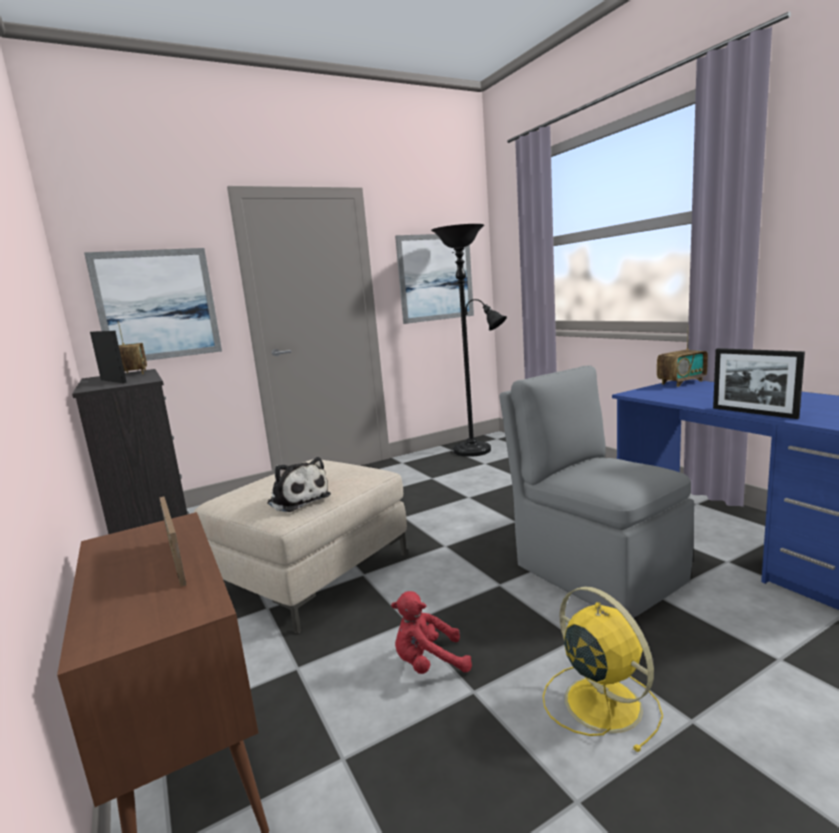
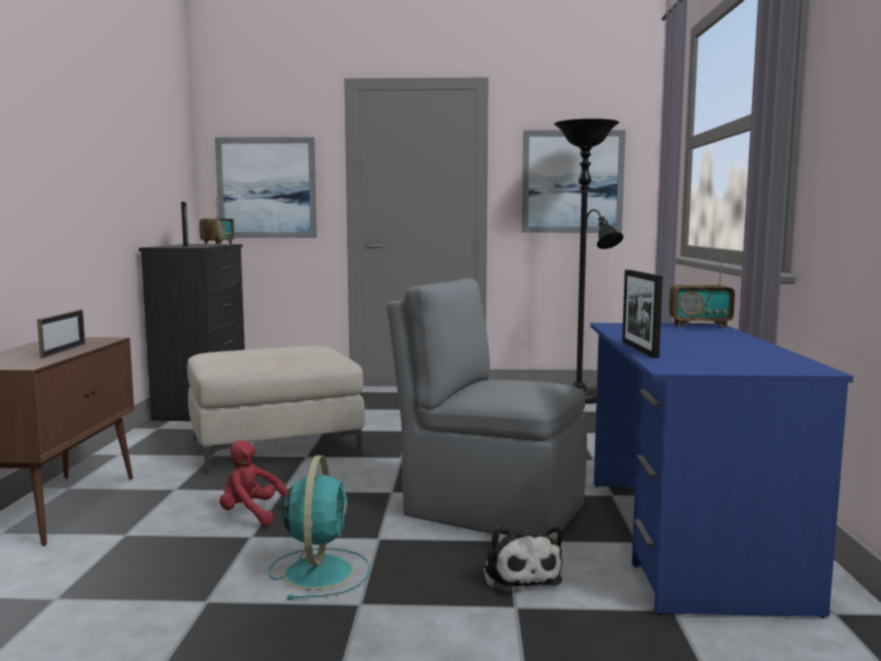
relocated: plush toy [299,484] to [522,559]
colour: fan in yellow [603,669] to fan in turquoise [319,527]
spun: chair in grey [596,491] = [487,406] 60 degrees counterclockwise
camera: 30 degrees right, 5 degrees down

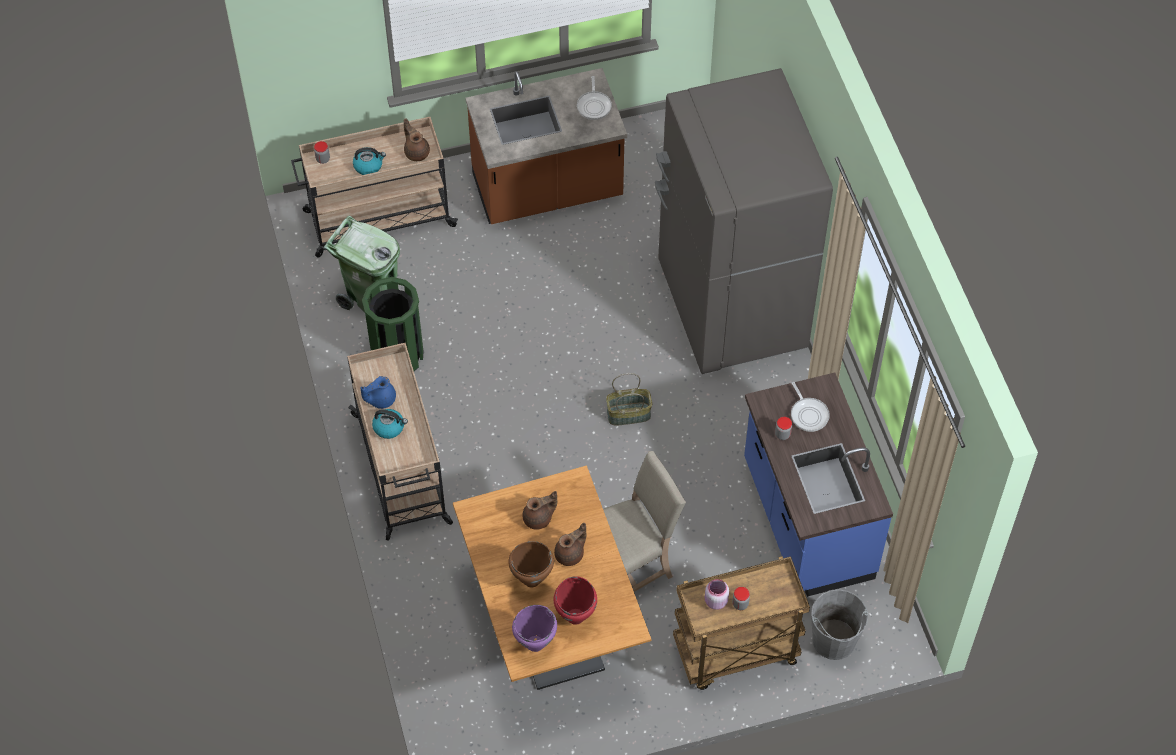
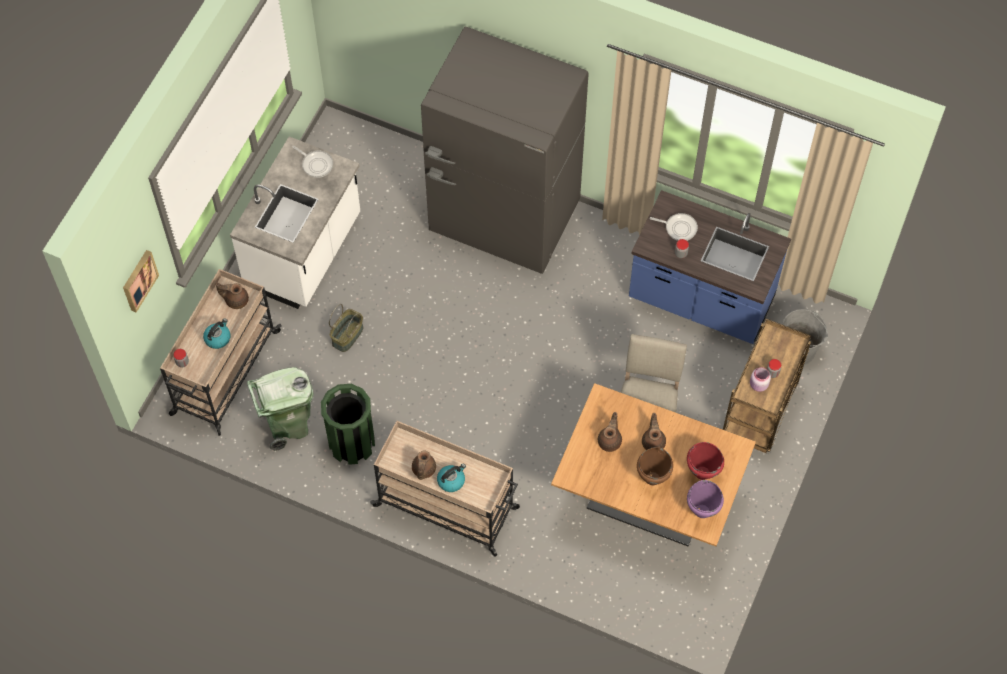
appeared: picture [141,281]
relocated: basket [629,399] to [346,328]
colour: teapot in blue [378,392] to teapot in brown [424,465]; counter in brown [546,146] to counter in white [295,223]
camera: 50 degrees left, 5 degrees up

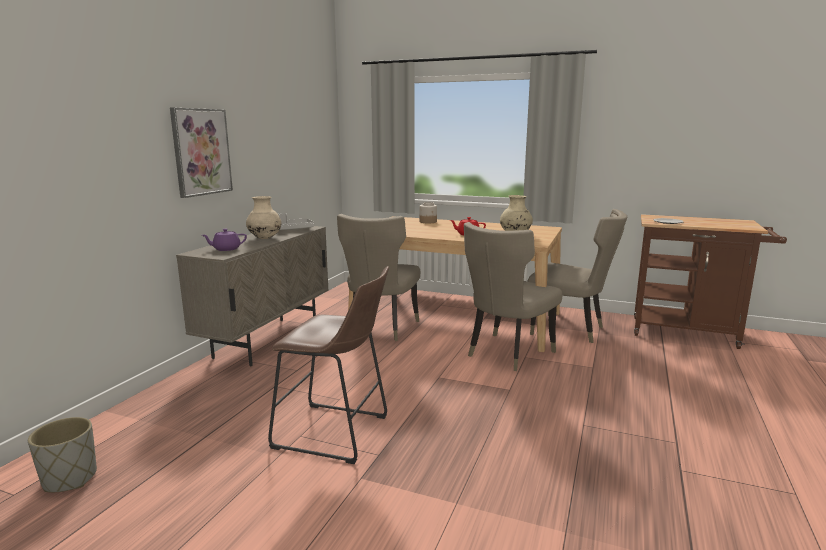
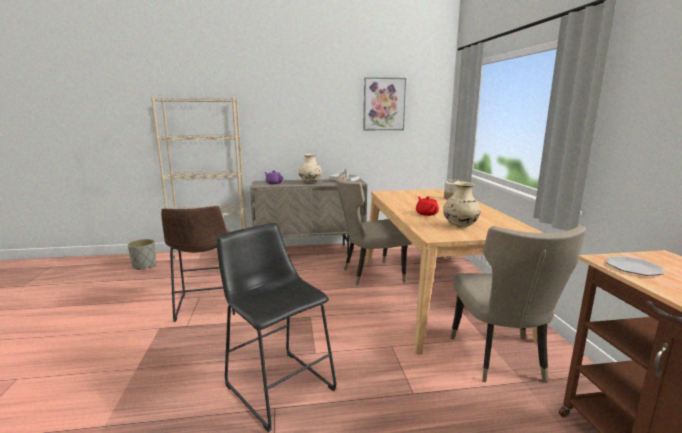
missing: chair in beige [513,296]
appeared: bookcase in beige [198,180]; stool in black [276,327]
relocated: picture [201,153] to [384,103]
camera: 60 degrees right, 0 degrees up

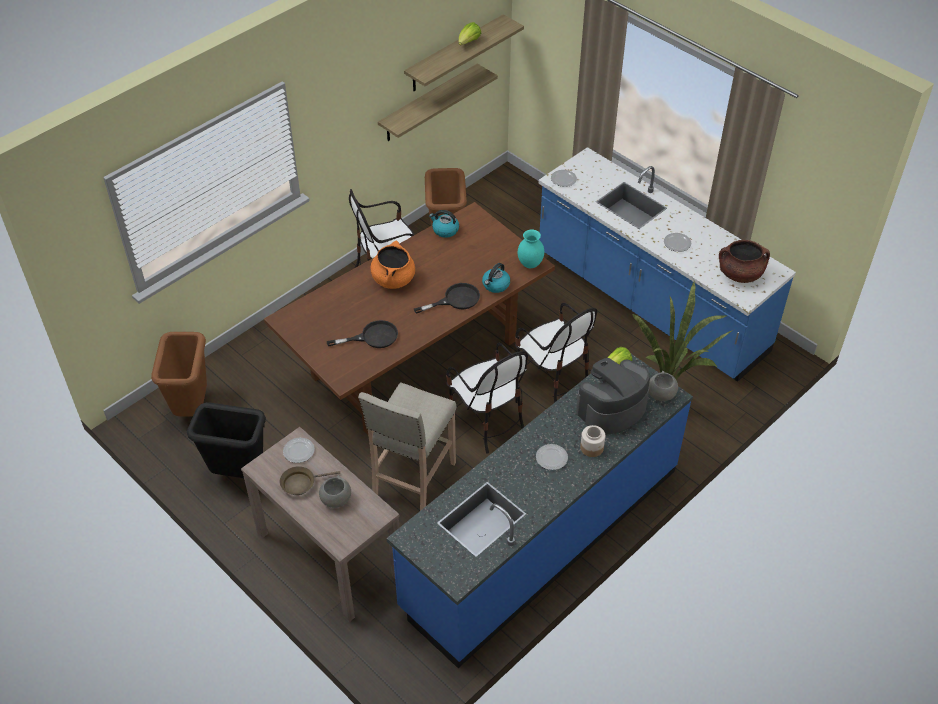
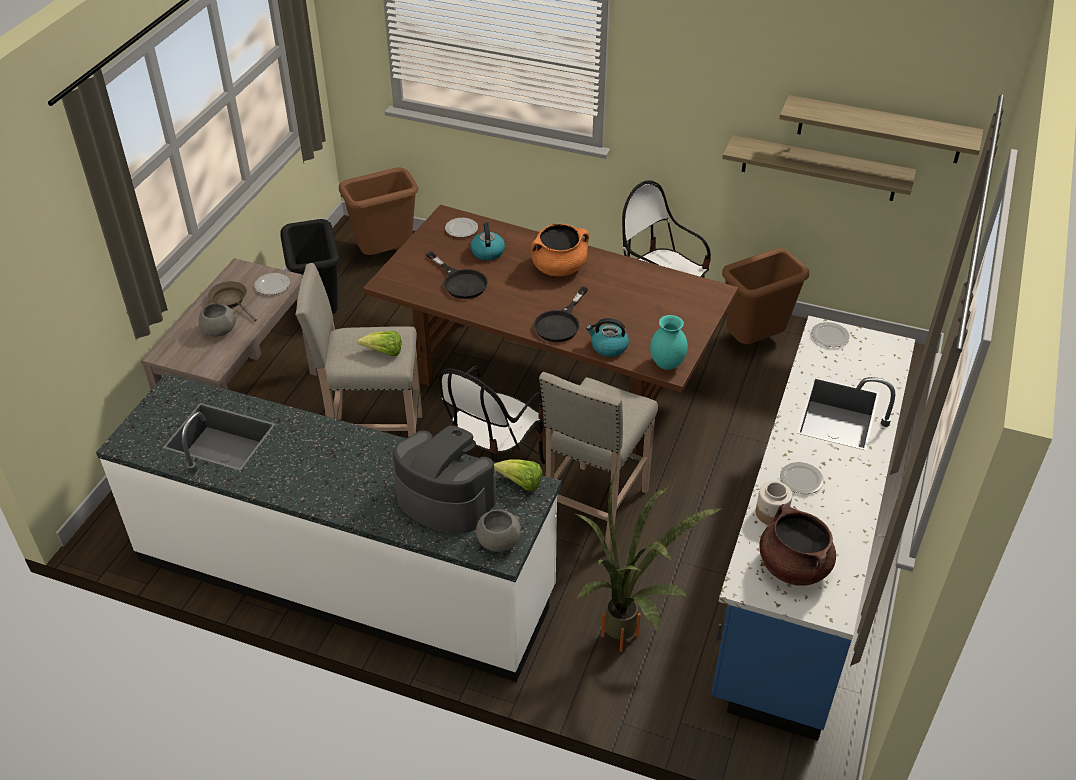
relocated: kettle [444,224] to [487,241]; lettuce [469,33] to [379,343]; plate [552,457] to [461,227]; jar [592,441] to [774,503]
exchanged: chair [556,353] to stool in beige [598,461]
colour: counter in blue [539,511] to counter in white [328,527]
spun: frying pan in black [447,298] = [561,314] 75 degrees clockwise
camera: 65 degrees right, 5 degrees down

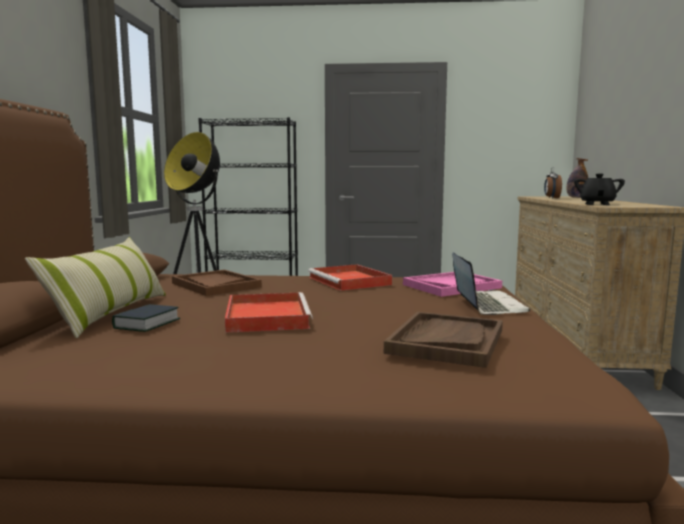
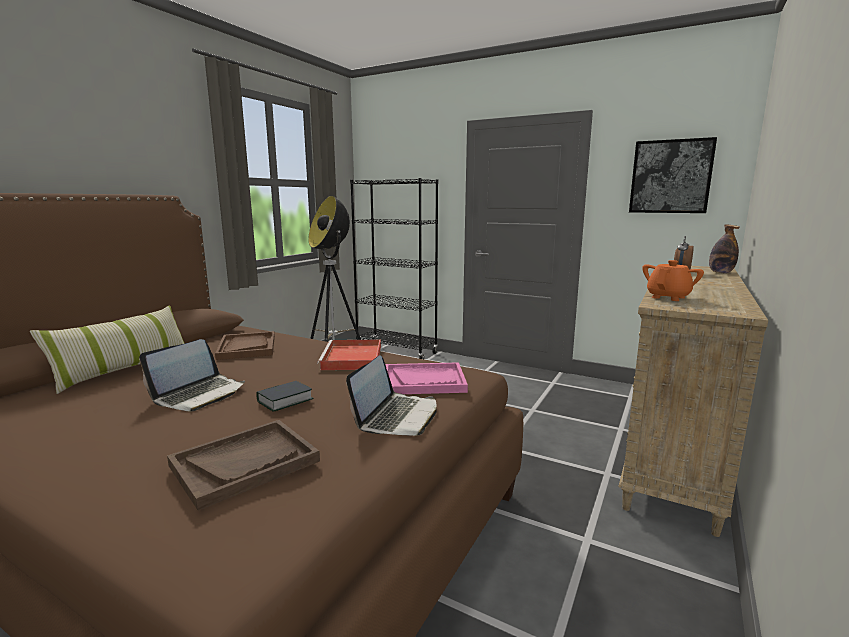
appeared: picture [673,175]
relocated: book [146,318] to [285,396]
exchanged: tray in red [269,312] to laptop [192,375]
colour: teapot in black [599,189] to teapot in orange [673,280]
camera: 25 degrees right, 5 degrees up

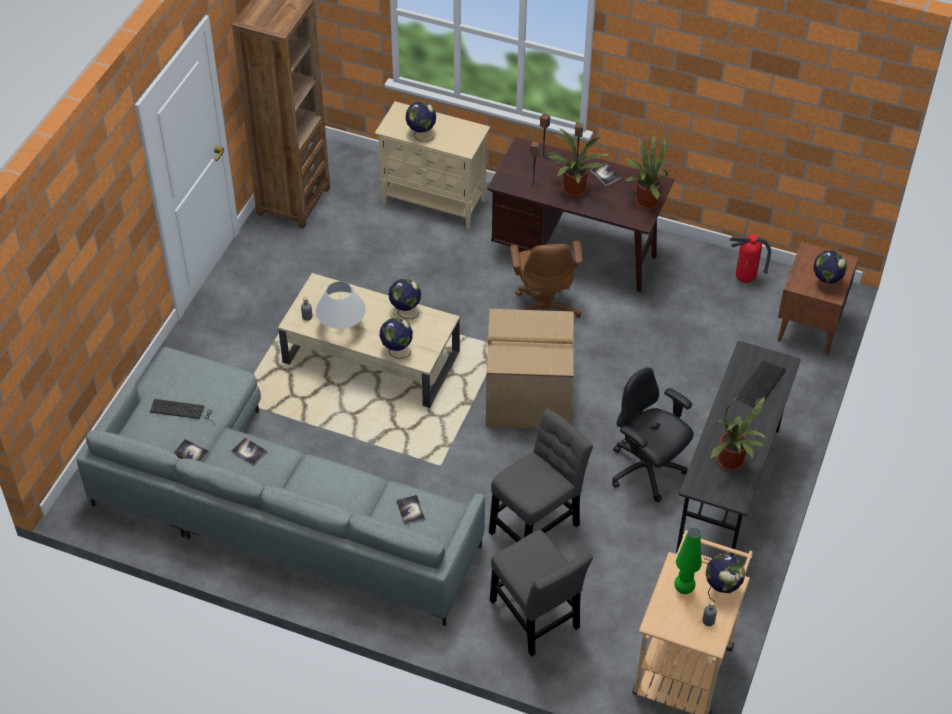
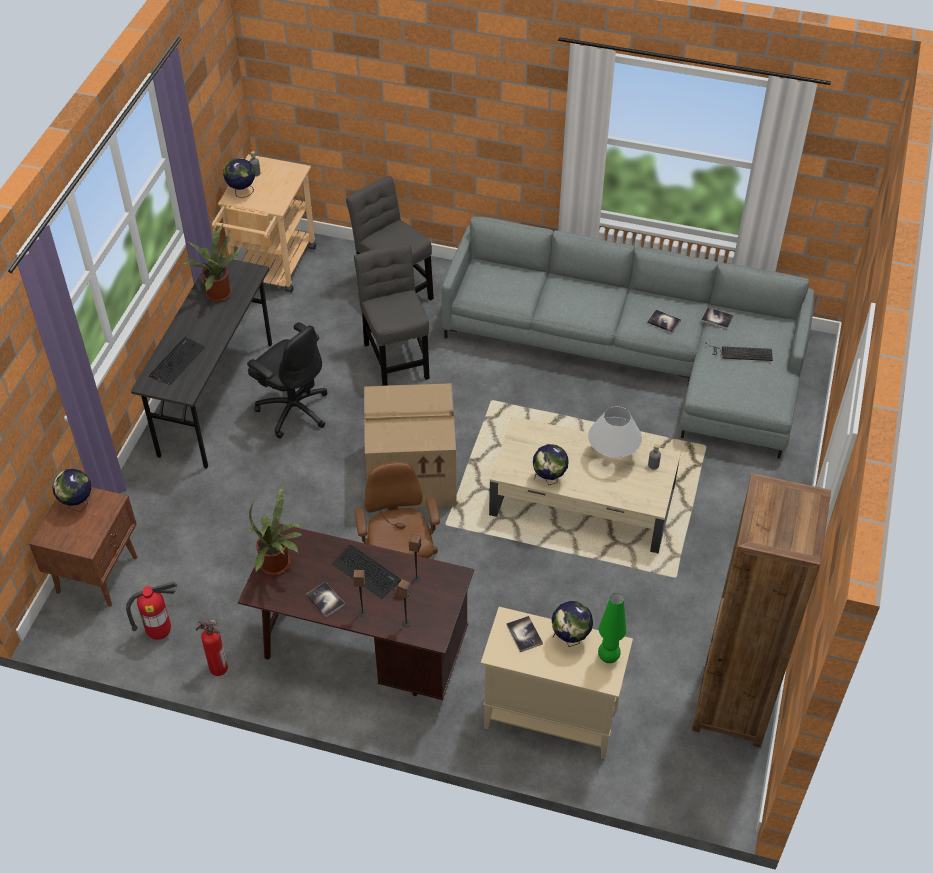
missing: globe [396,338]
appeared: fire extinguisher [212,647]
relocated: book [411,510] to [525,634]; table lamp in green [688,561] to [612,628]
exchanged: potted plant [578,162] to keyboard [366,572]
spun: chair in grey [541,475] = [392,314] 120 degrees clockwise
camera: 175 degrees right, 0 degrees up

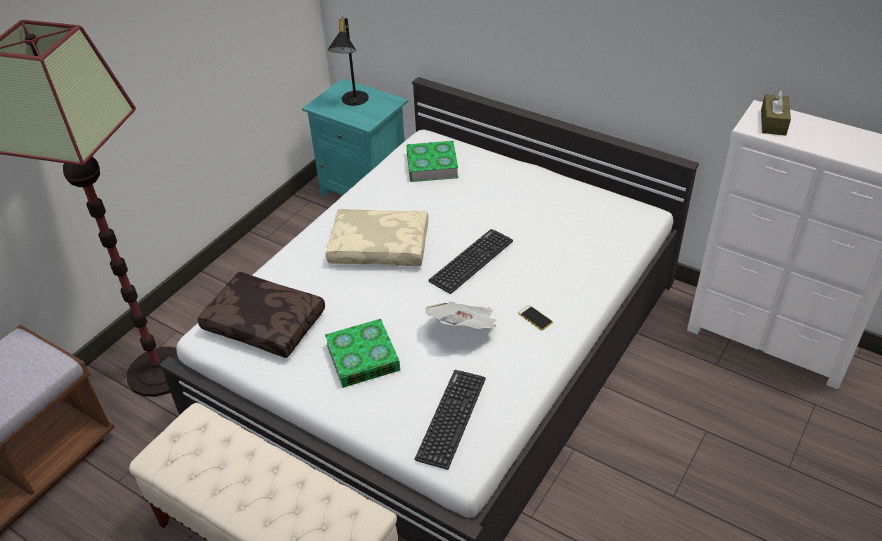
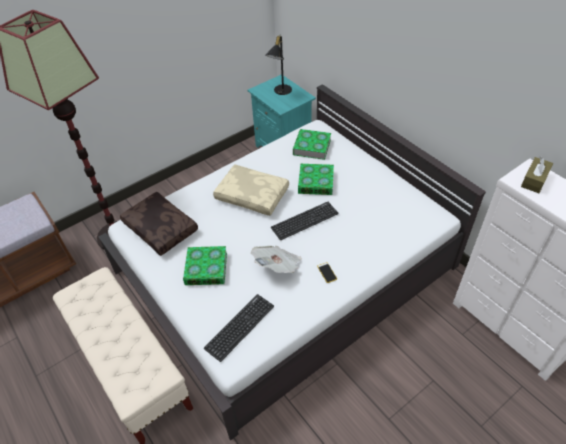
appeared: book [316,179]
camera: 20 degrees right, 5 degrees up

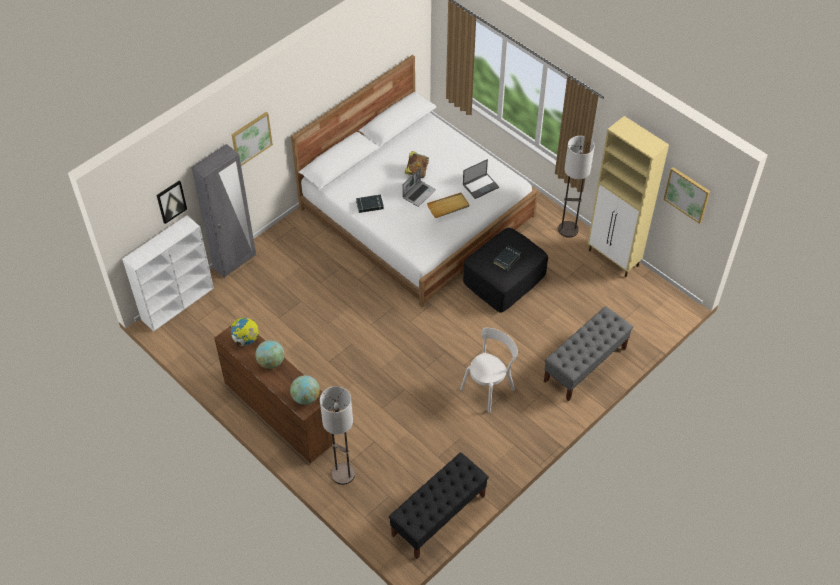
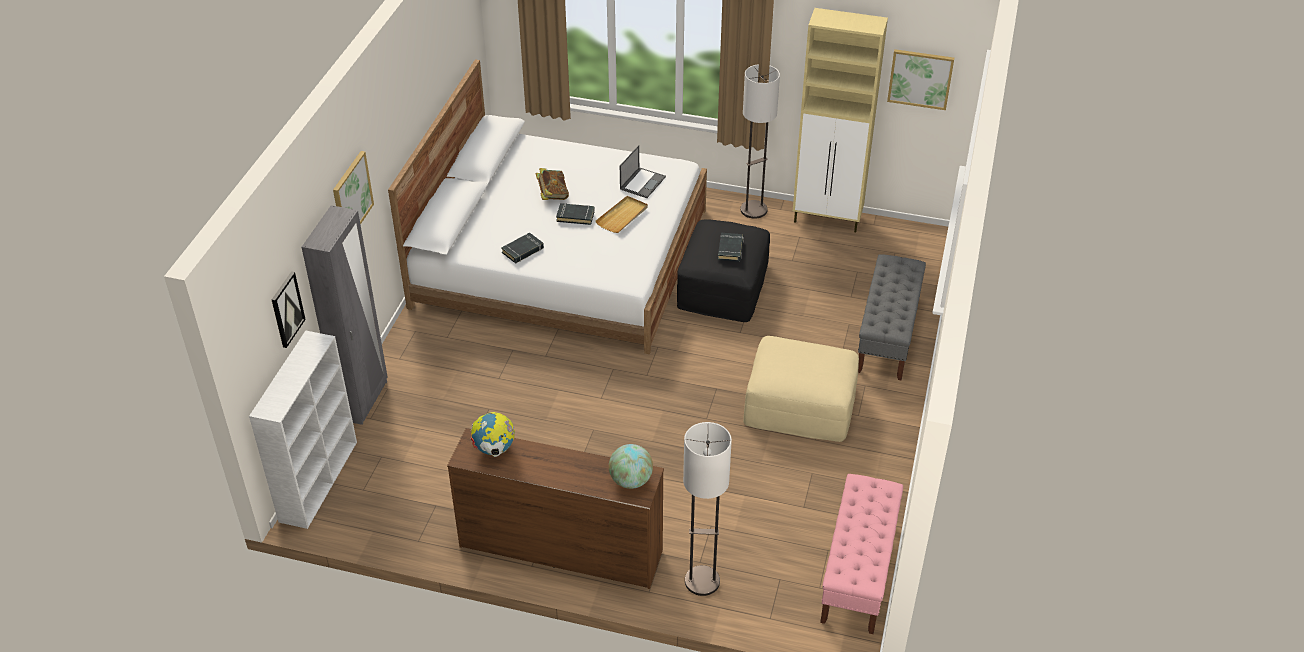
missing: globe [269,354]
exchanged: laptop [419,187] to book in black [575,214]; chair in white [489,370] to ottoman in beige [801,389]
colour: bench in black [439,505] to bench in pink [861,554]
camera: 30 degrees left, 10 degrees down

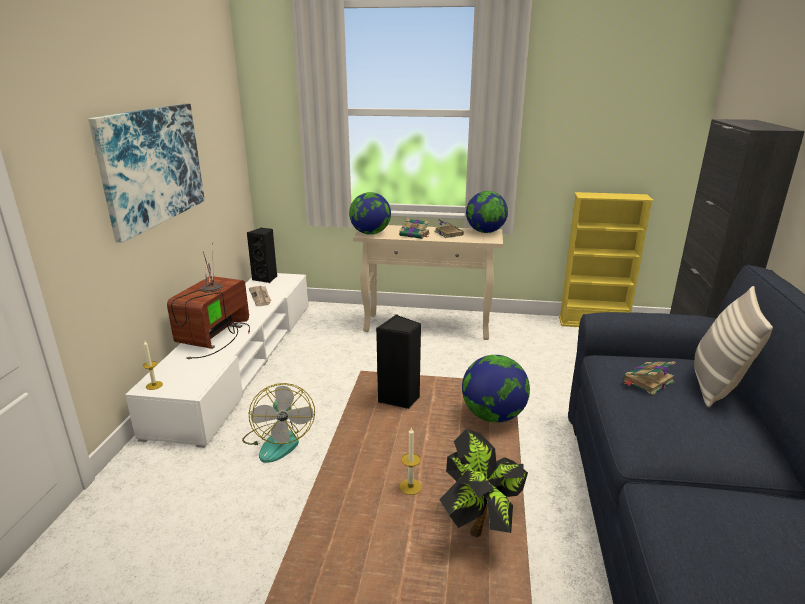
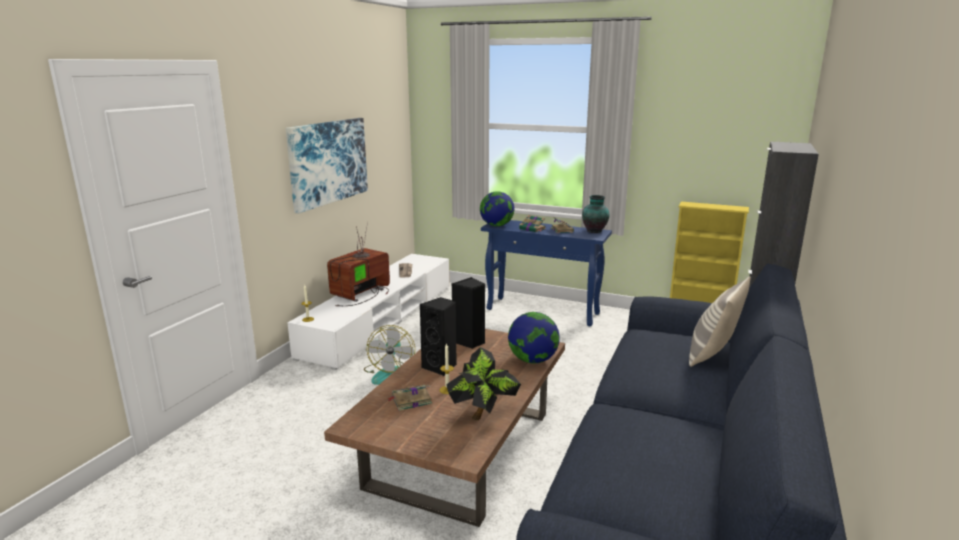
relocated: speaker in black [262,255] to [438,336]; book [649,378] to [410,398]
exchanged: globe [487,212] to vase [595,214]
colour: console table in beige [428,282] to console table in blue [546,273]
camera: 15 degrees right, 5 degrees down

